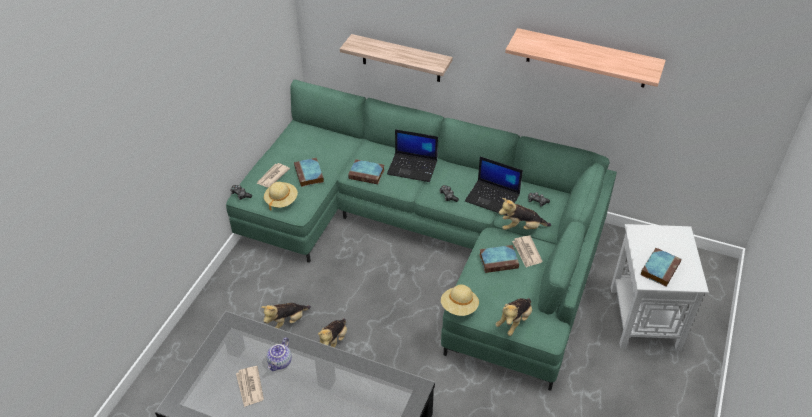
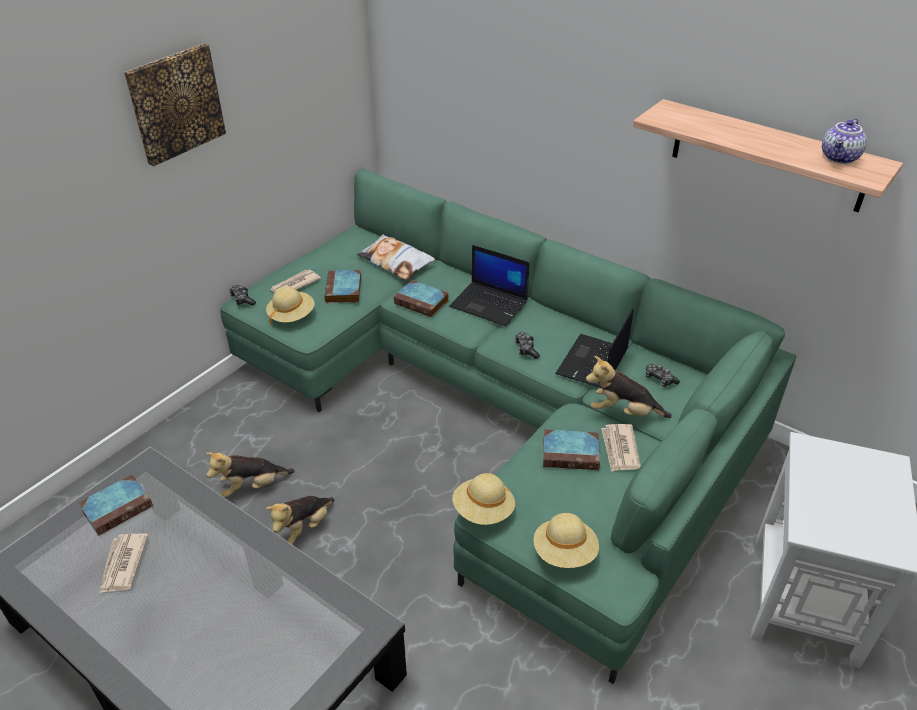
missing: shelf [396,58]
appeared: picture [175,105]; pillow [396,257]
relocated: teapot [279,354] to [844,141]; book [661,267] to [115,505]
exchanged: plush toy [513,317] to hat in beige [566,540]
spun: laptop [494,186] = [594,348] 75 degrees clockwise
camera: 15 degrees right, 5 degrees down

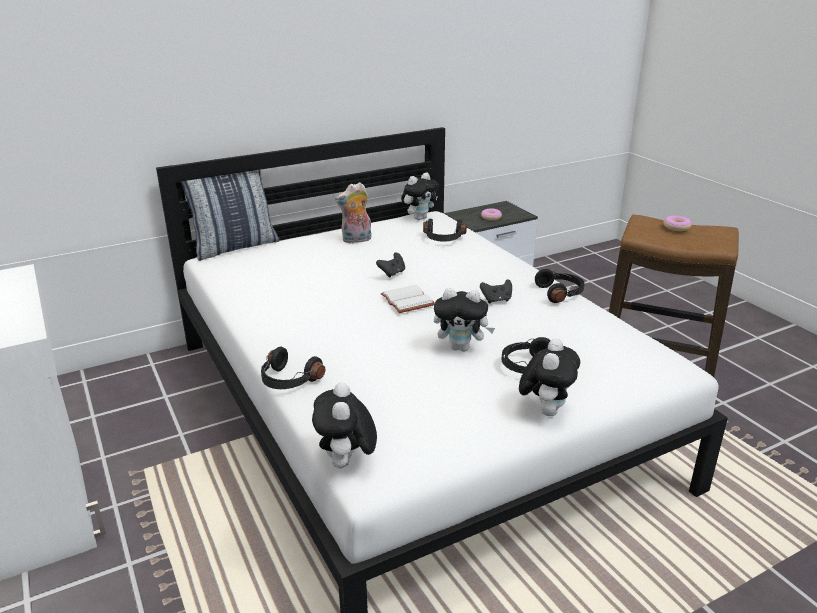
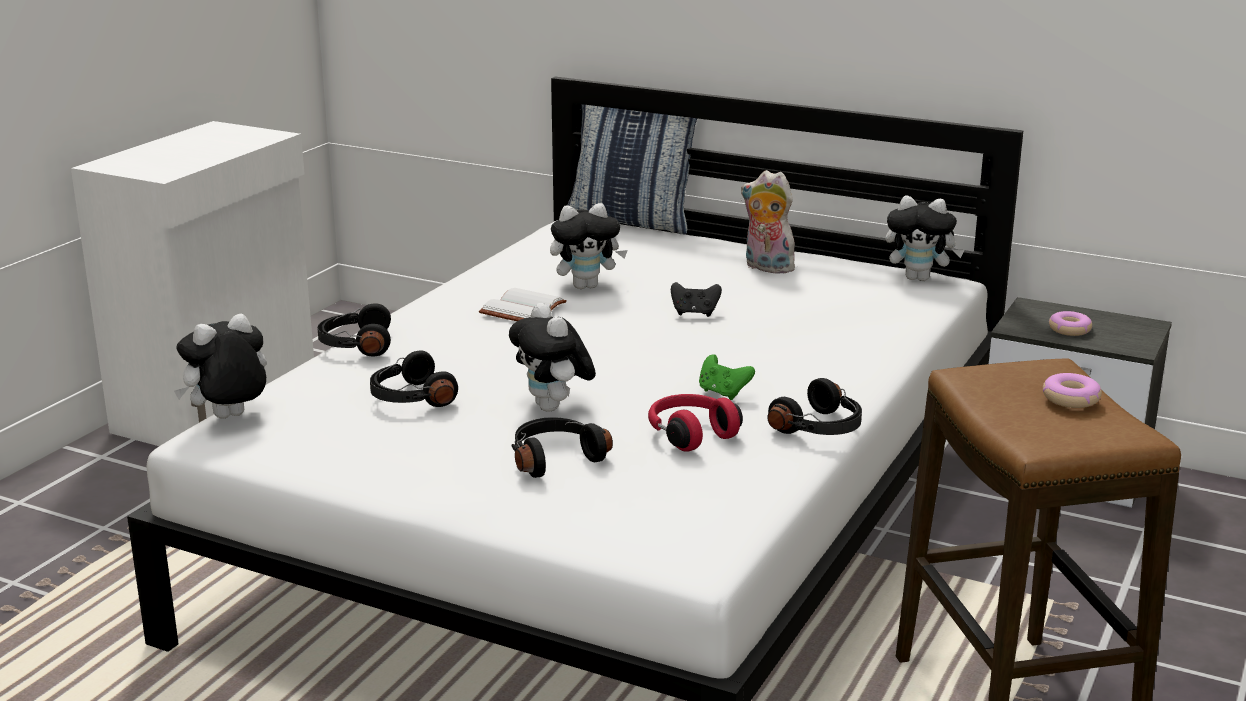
appeared: headphones in red [695,423]
relocated: book in white [407,299] to [523,304]; headphones in black [445,230] to [414,378]; plush toy [549,377] to [589,246]
colour: game controller in black [496,291] to game controller in green [727,377]
camera: 55 degrees right, 5 degrees down

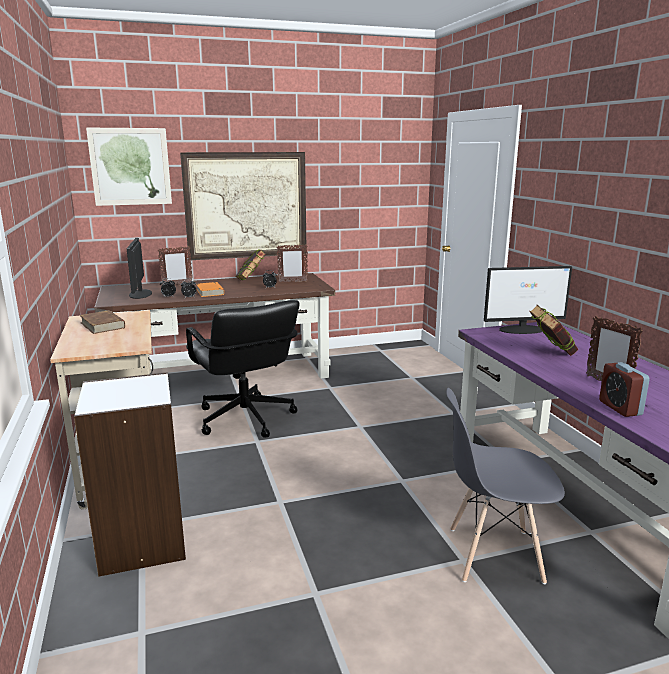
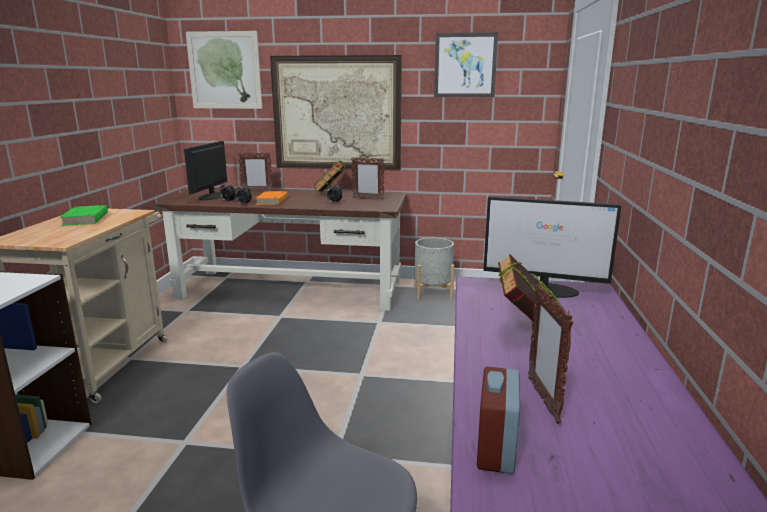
missing: office chair in black [242,369]
appeared: planter in grey [434,269]; picture [466,64]
colour: book in brown [102,322] to book in green [83,215]
camera: 25 degrees right, 0 degrees up

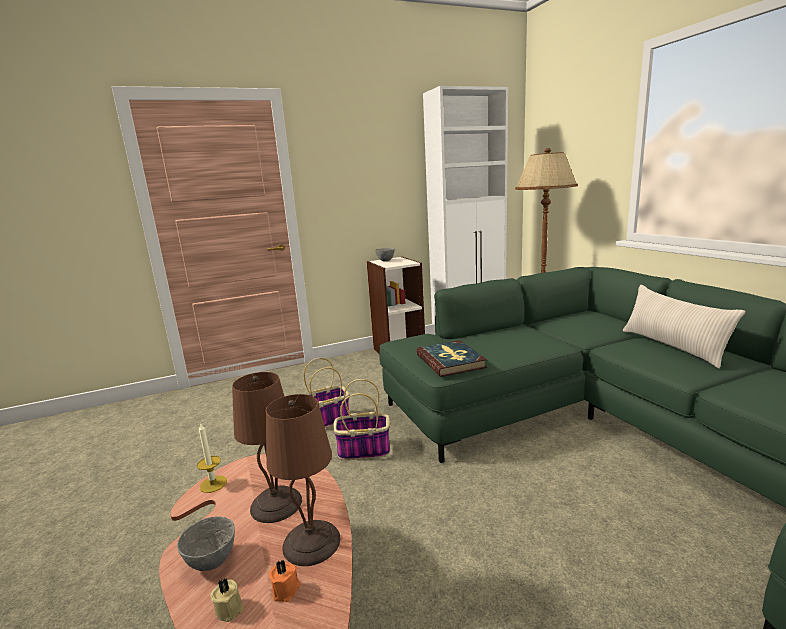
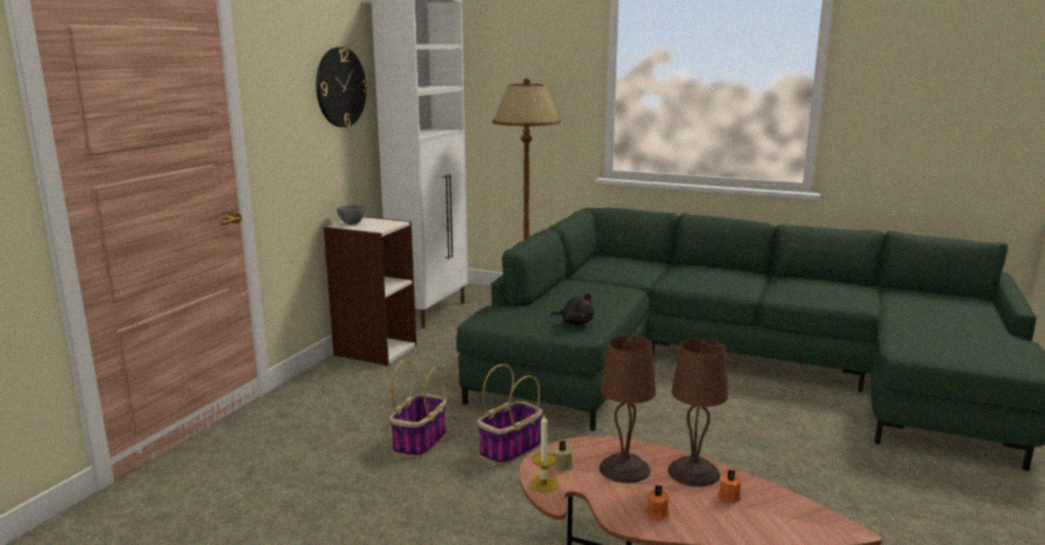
missing: pillow in beige [684,326]
appeared: wall clock [342,87]
relocated: candle in beige [226,600] to [562,456]
exchanged: bowl in grey [206,543] to candle in orange [657,503]; book [451,358] to plush toy in black [572,309]
camera: 45 degrees left, 0 degrees up

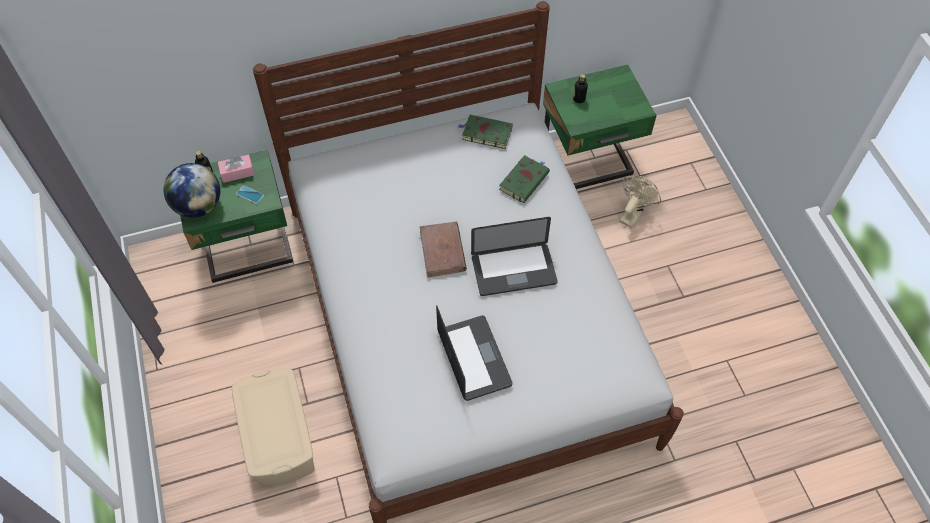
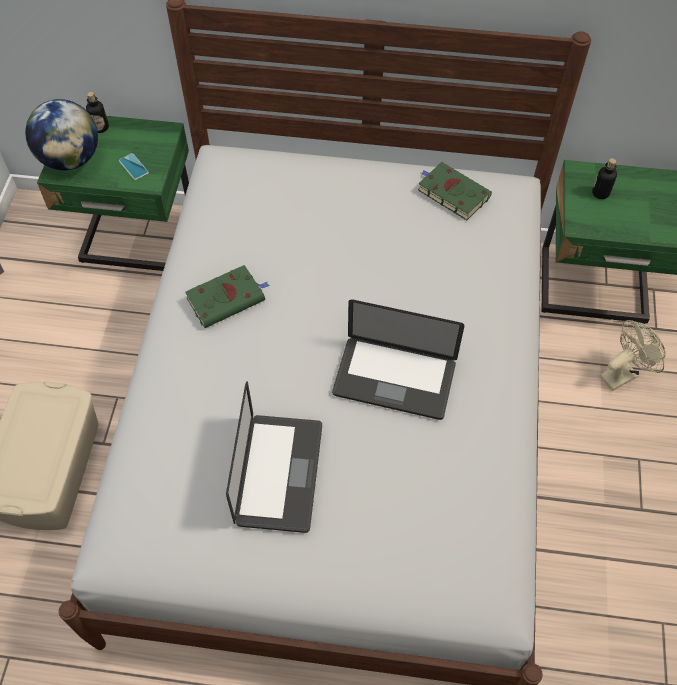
missing: tissue box in pink [236,168]; book in brown [443,249]
relocated: book in green [524,179] to [227,296]
camera: 25 degrees right, 0 degrees up

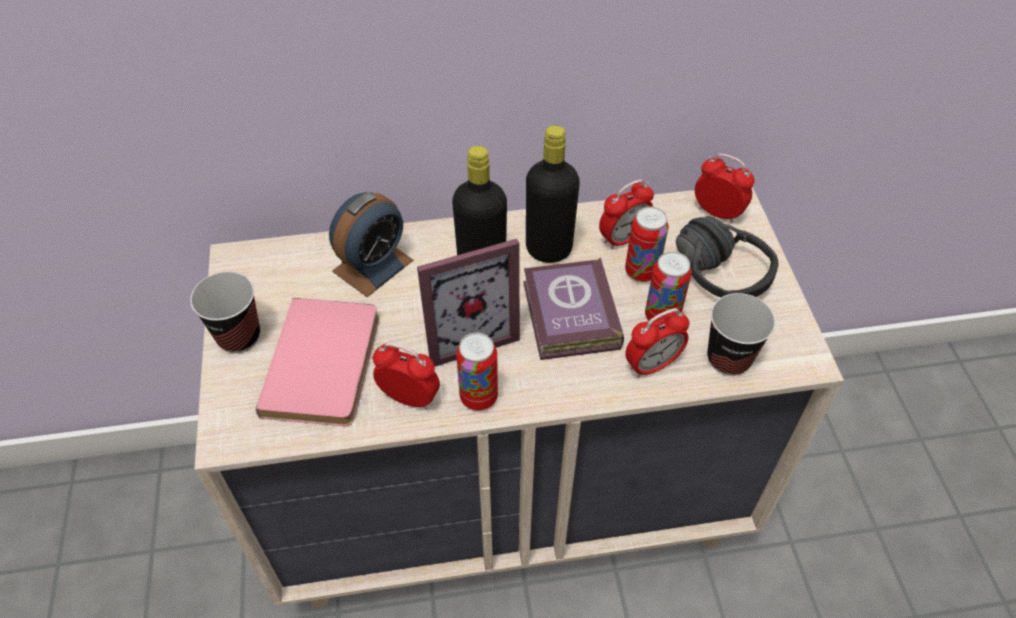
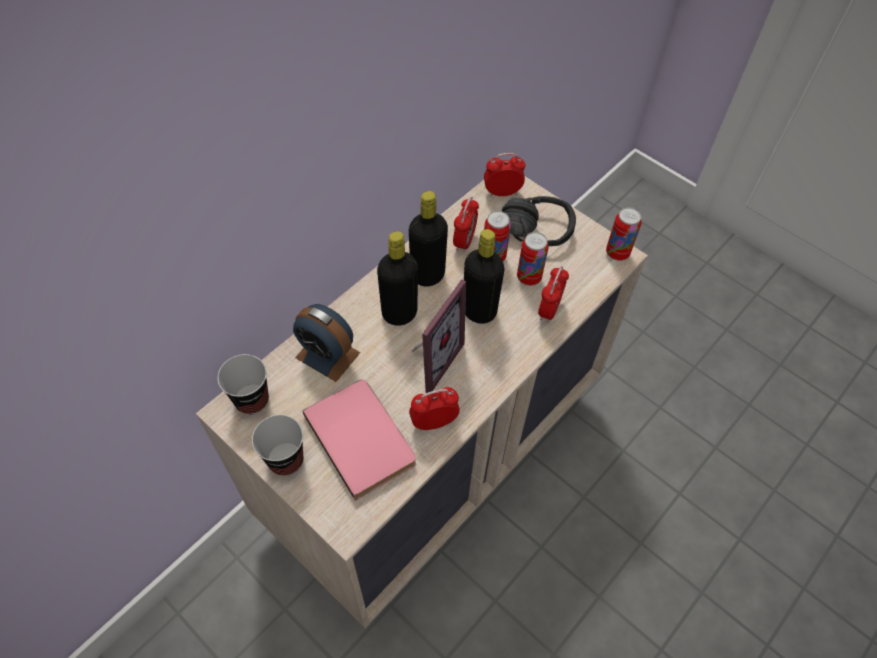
relocated: can [477,372] to [624,234]; cup [741,334] to [243,384]
exchanged: book [574,308] to bottle in black [484,276]
spun: alarm clock [371,244] = [326,343] 120 degrees clockwise
camera: 40 degrees left, 5 degrees up

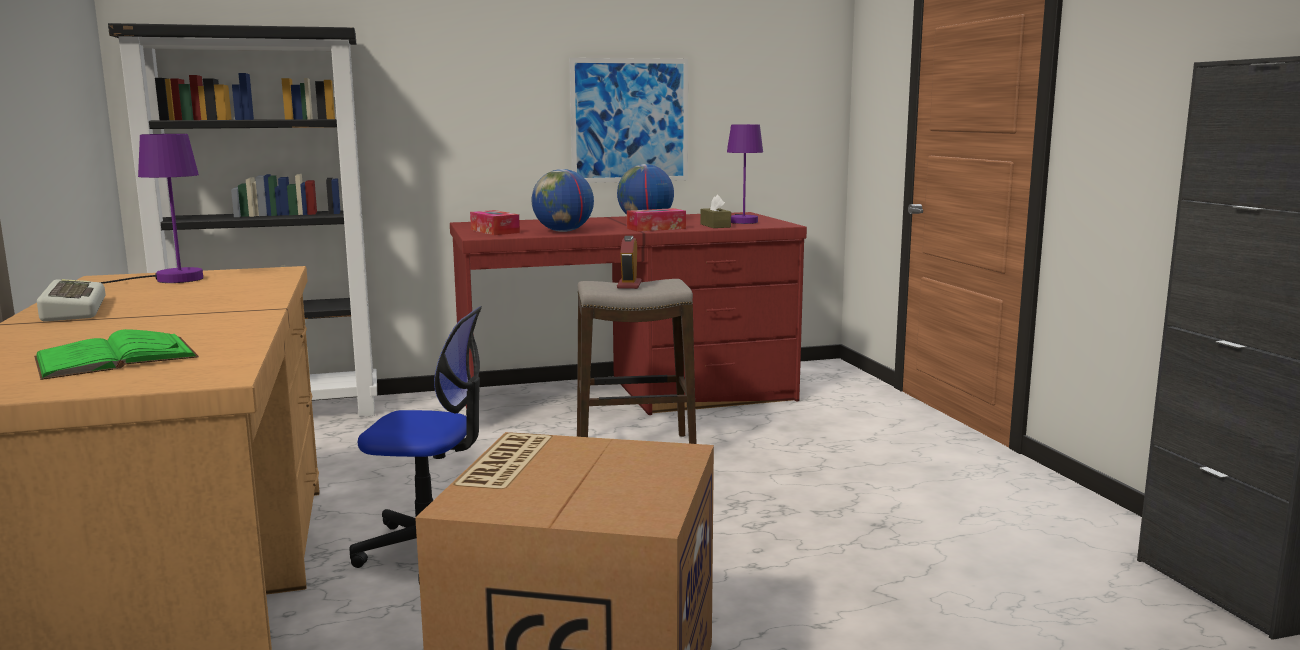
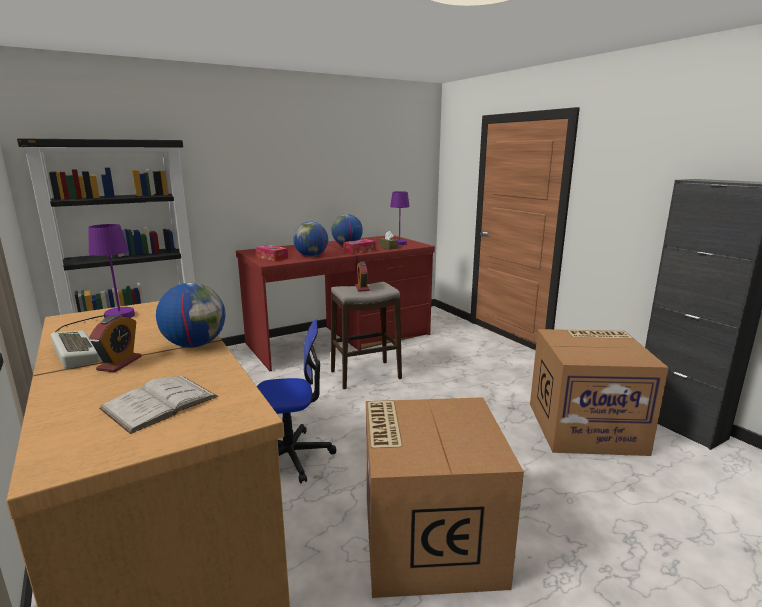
missing: picture [628,120]
appeared: alarm clock [115,343]; globe [190,315]; cardboard box [599,392]
colour: book in green [116,354] to book in white [158,405]
camera: 15 degrees left, 5 degrees up

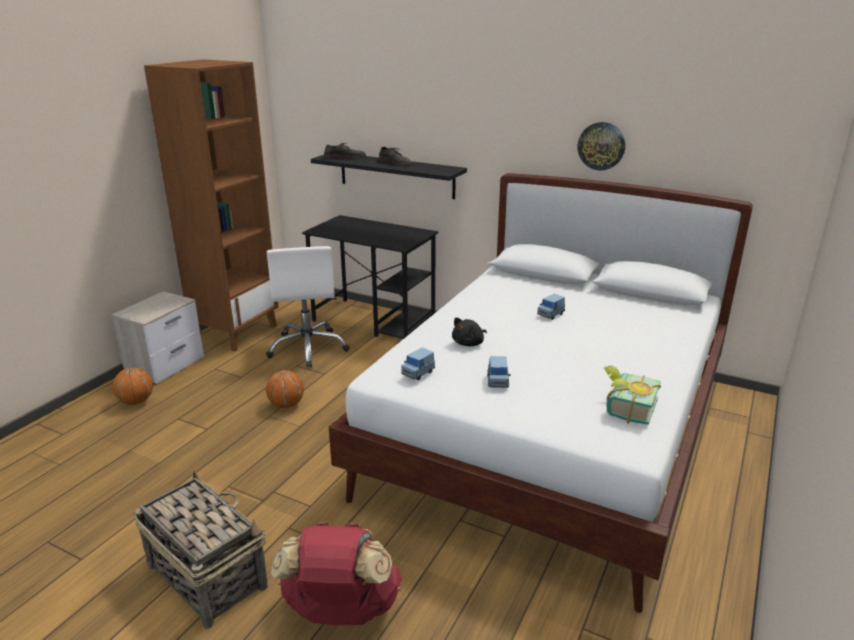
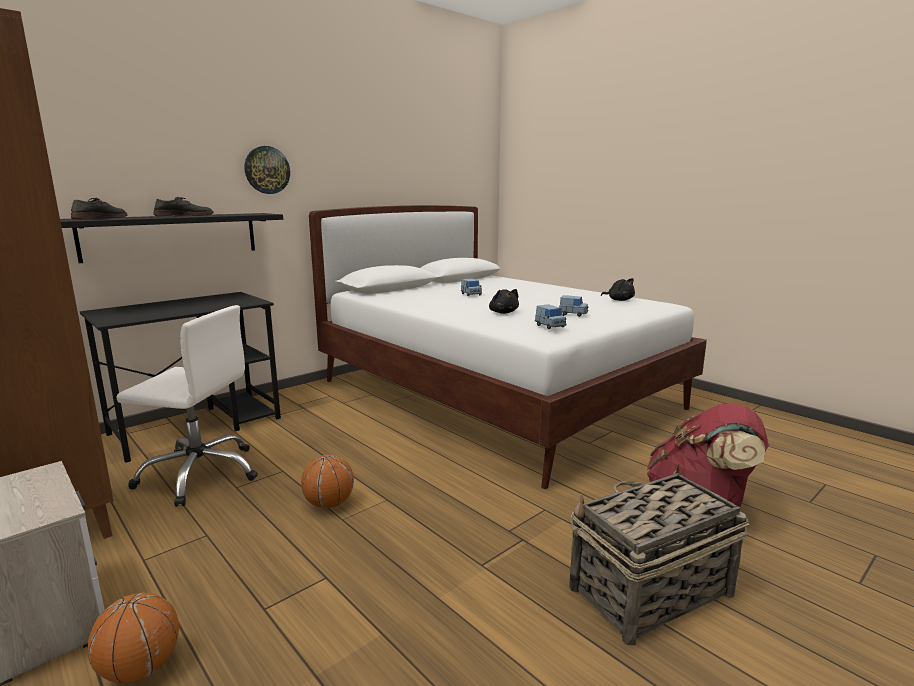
relocated: wall clock [601,146] to [267,170]
exchanged: book [632,395] to plush toy in black [618,289]
camera: 70 degrees left, 10 degrees down

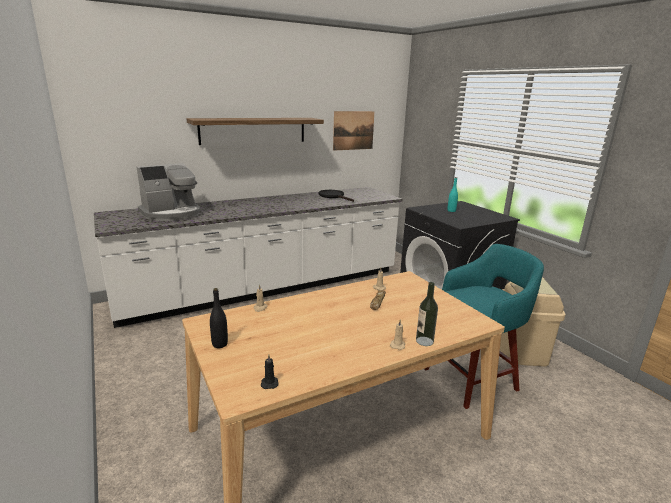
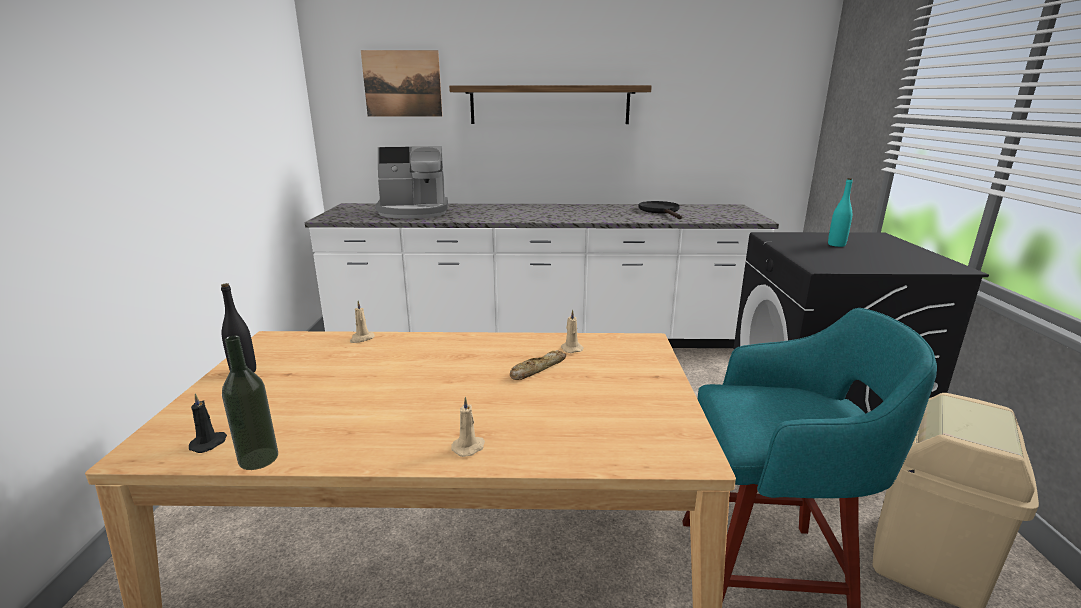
relocated: picture [354,131] to [401,83]; bottle [427,314] to [250,403]
camera: 30 degrees right, 0 degrees up

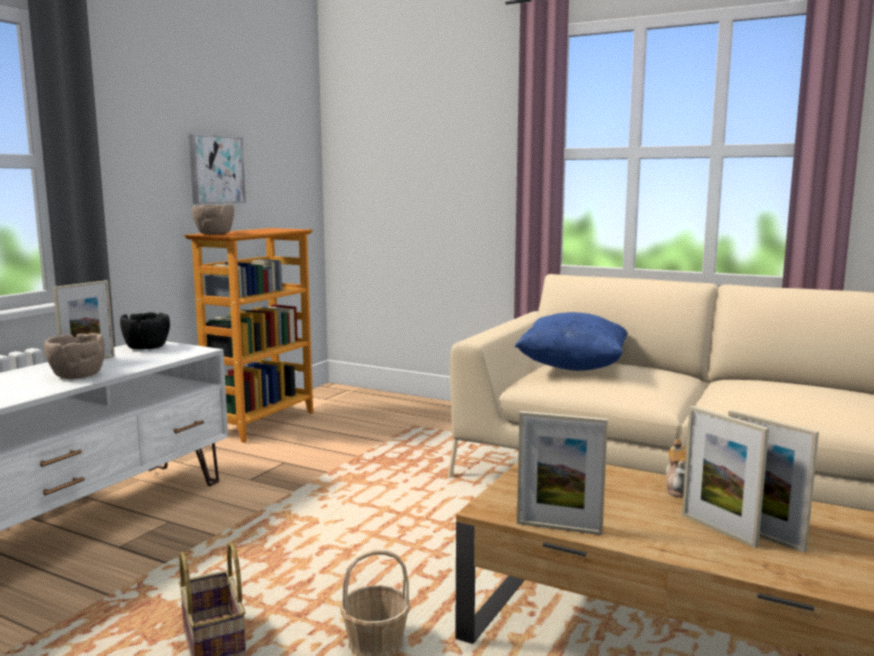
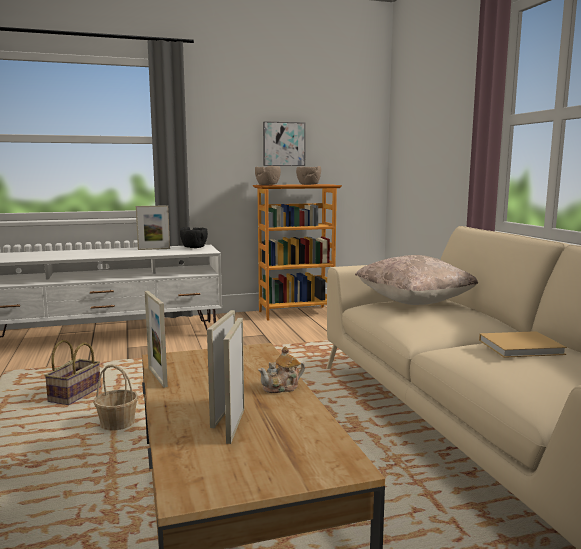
appeared: book in beige [523,344]
relocated: bowl in brown [74,356] to [308,175]
colour: pillow in blue [571,341] to pillow in beige [416,280]
camera: 45 degrees right, 0 degrees up

